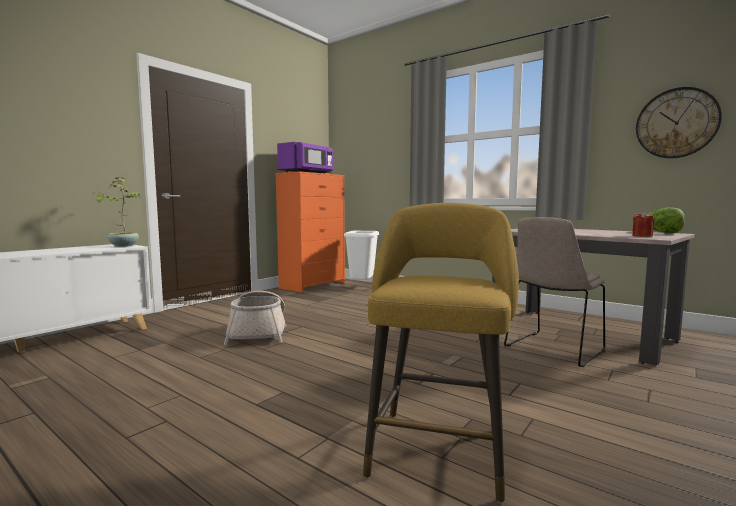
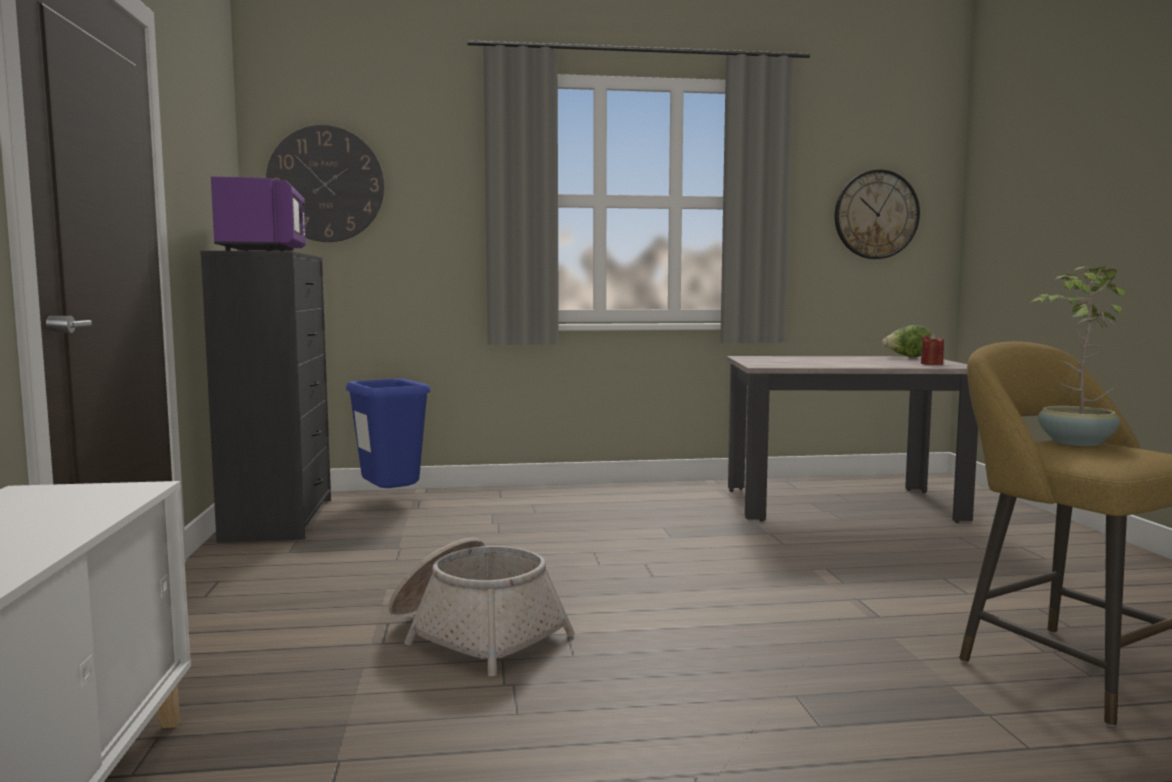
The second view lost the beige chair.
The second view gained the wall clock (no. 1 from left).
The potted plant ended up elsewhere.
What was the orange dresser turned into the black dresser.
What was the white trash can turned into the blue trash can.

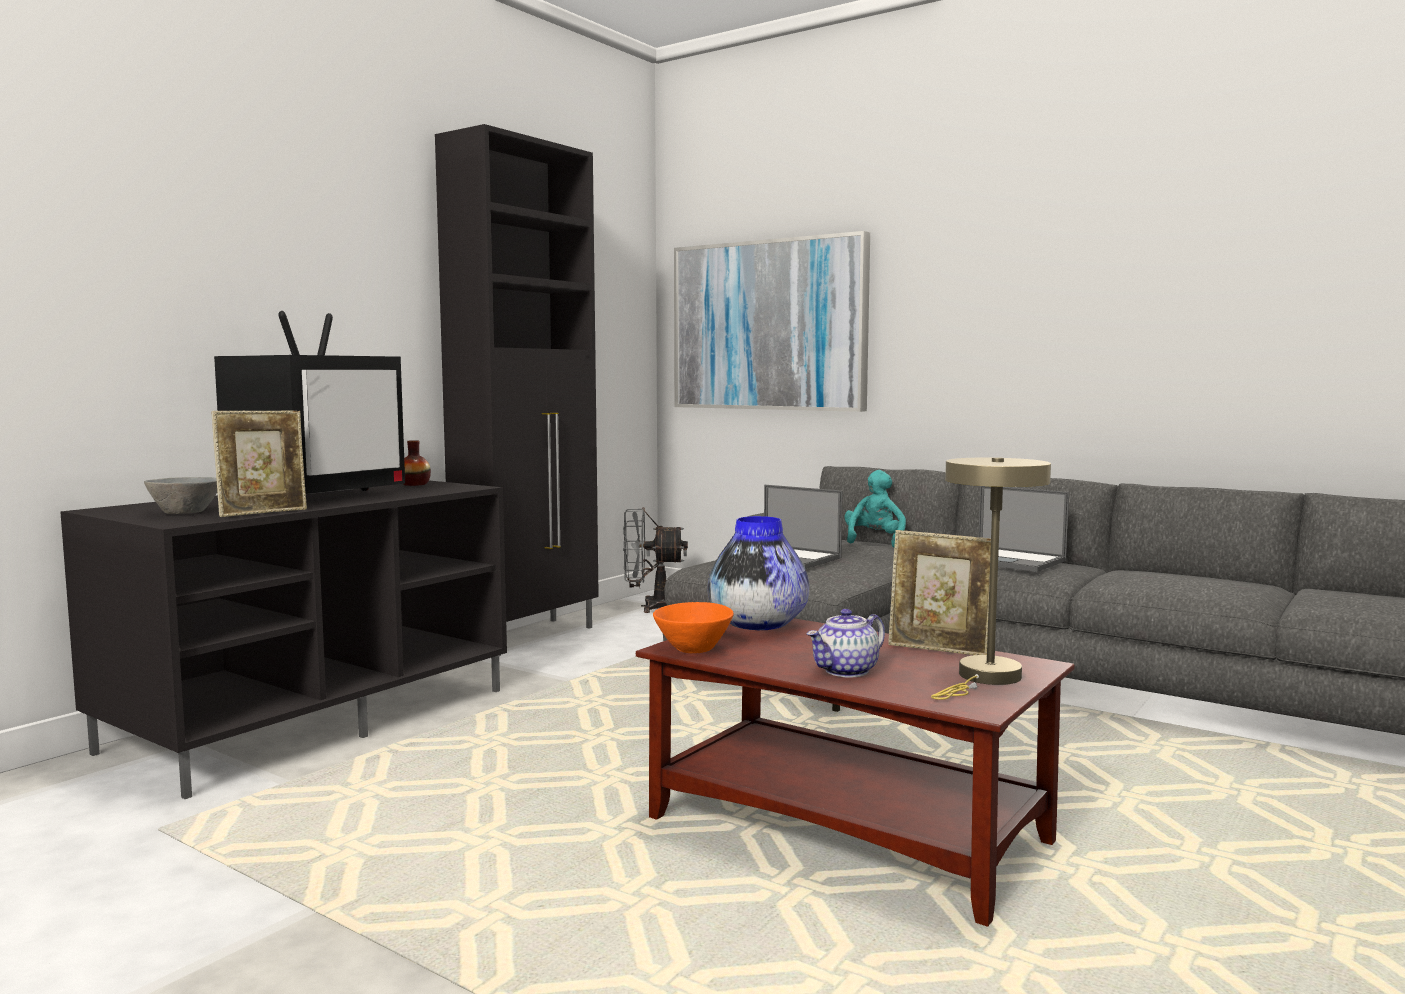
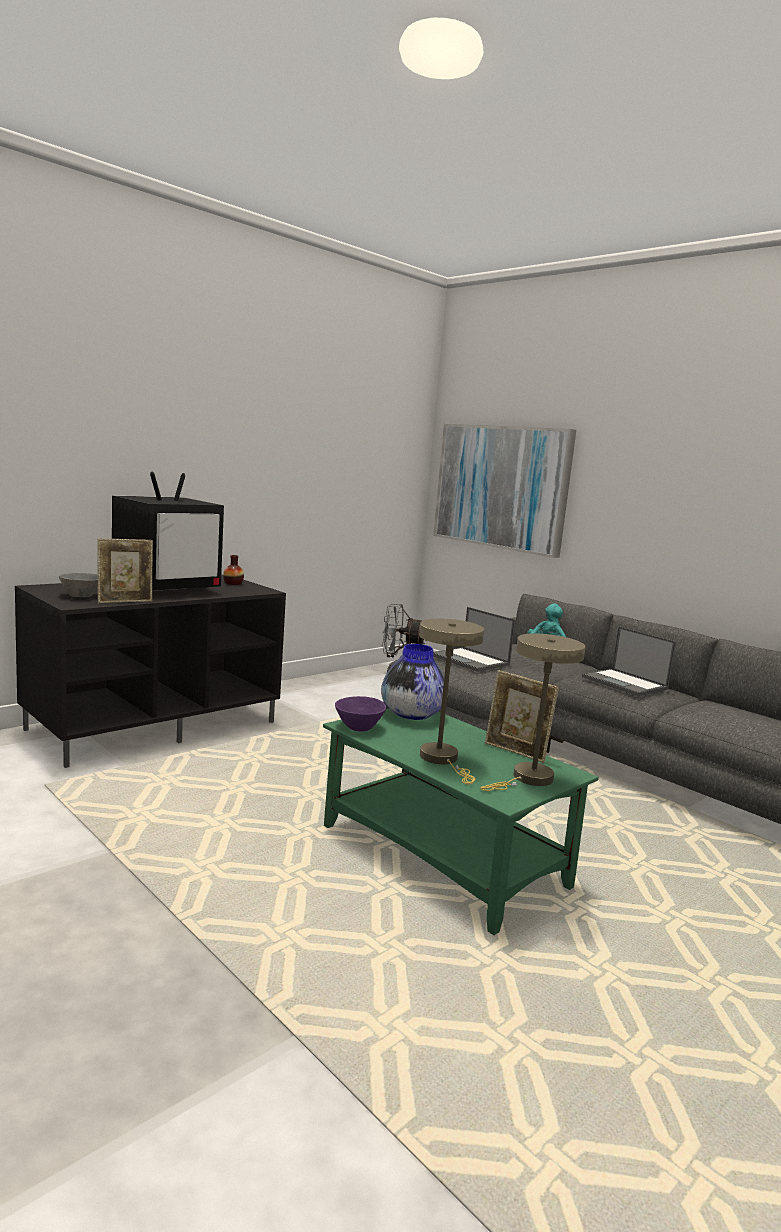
The second view lost the black cabinet.
Where the teapot stood, the beige table lamp (no. 1 from left) came to stand.
What was the brown coffee table turned into the green coffee table.
What was the orange bowl turned into the purple bowl.

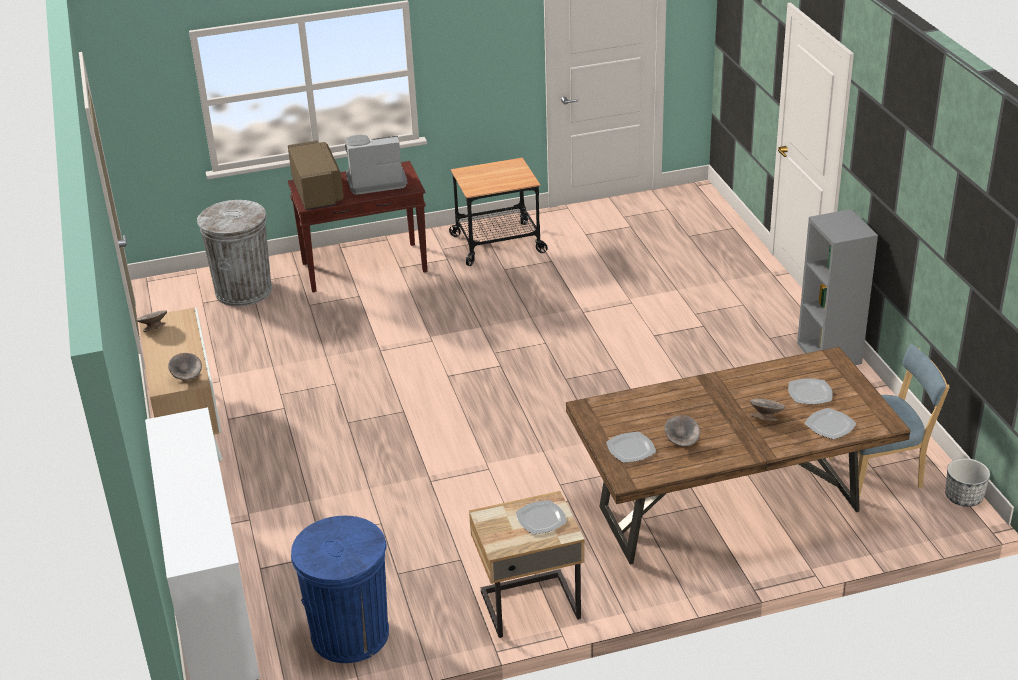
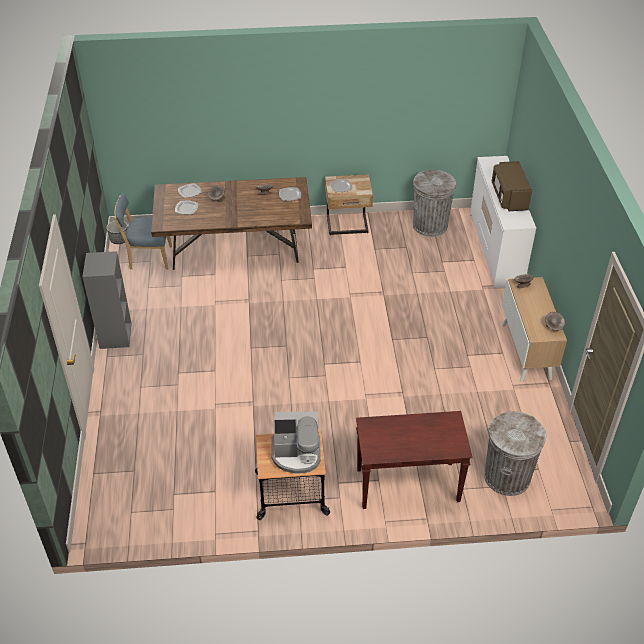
The brown microwave ended up elsewhere.
The coffee machine ended up elsewhere.
What was the blue trash can turned into the grey trash can (no. 1 from left).

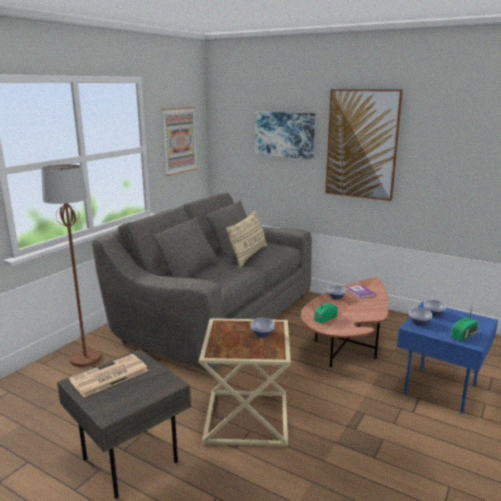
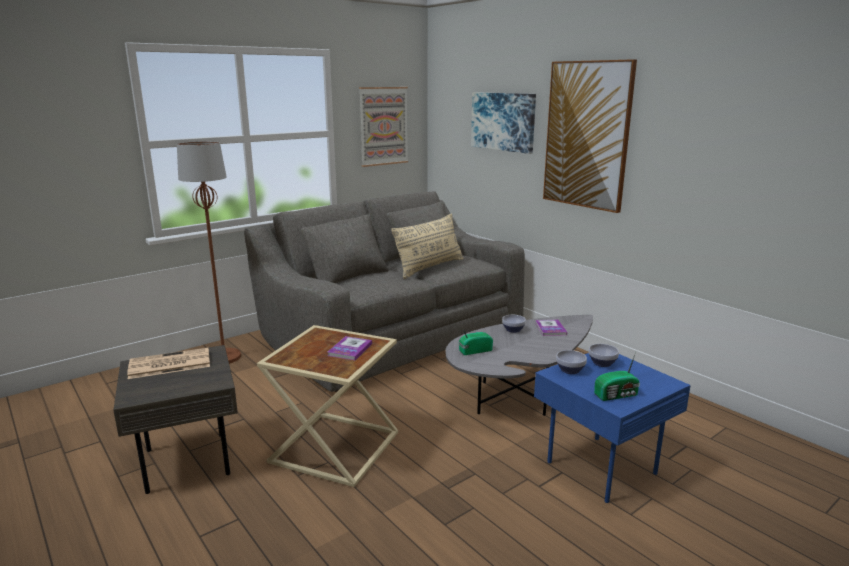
Where the bowl (no. 1 from left) stood, the book (no. 1 from left) came to stand.
What was the brown coffee table turned into the grey coffee table.

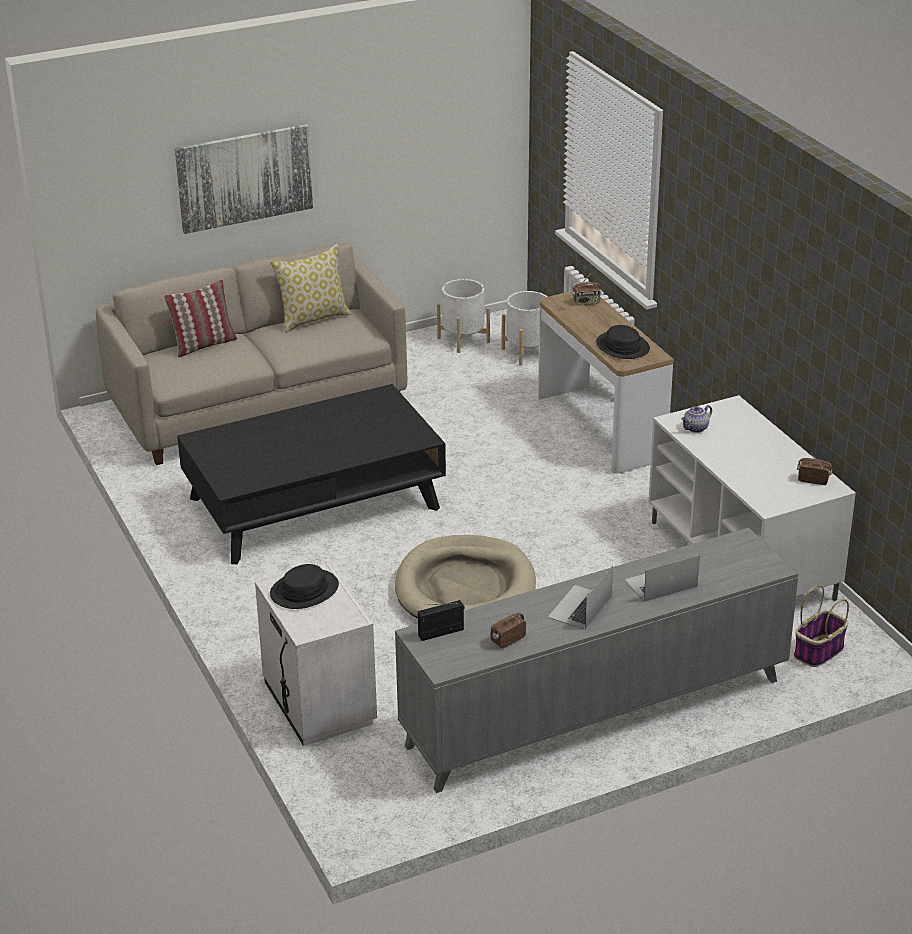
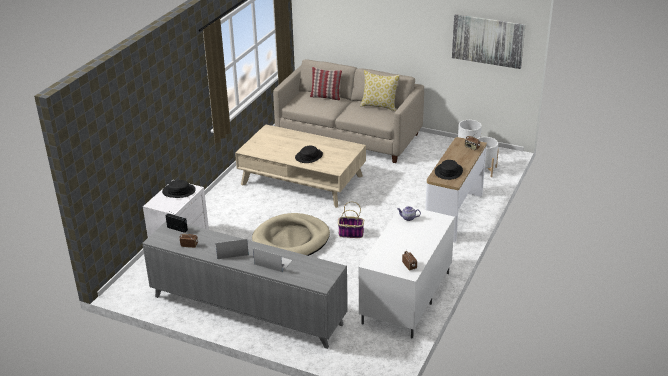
The second view gained the black hat (no. 2 from left).
The picture ended up elsewhere.
The basket ended up elsewhere.
What was the black coffee table turned into the beige coffee table.

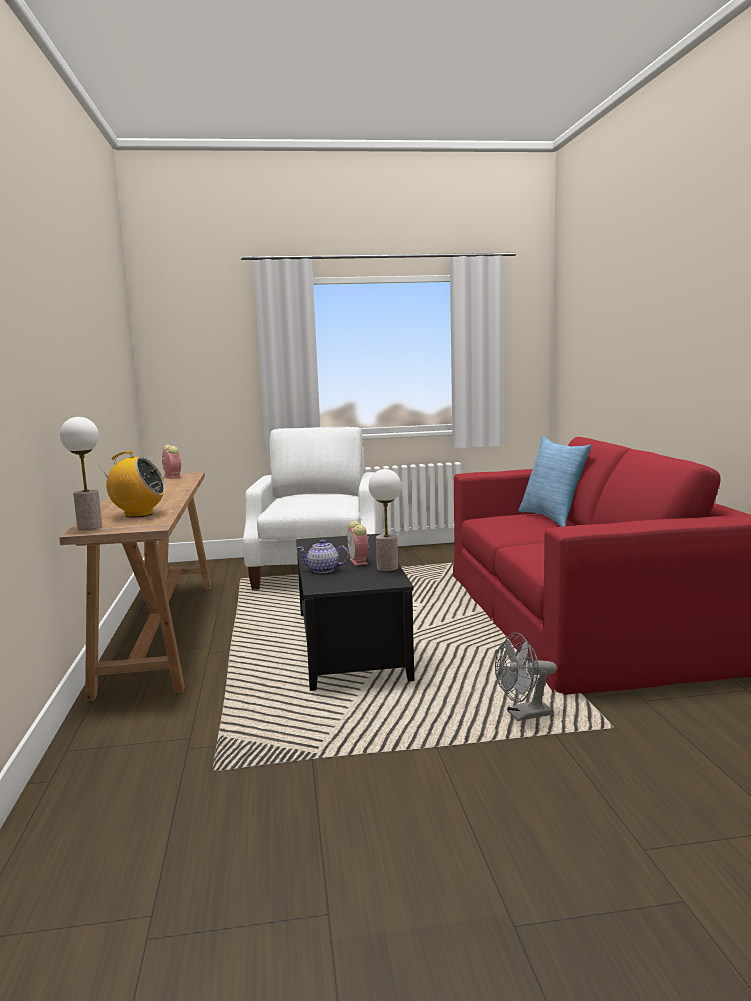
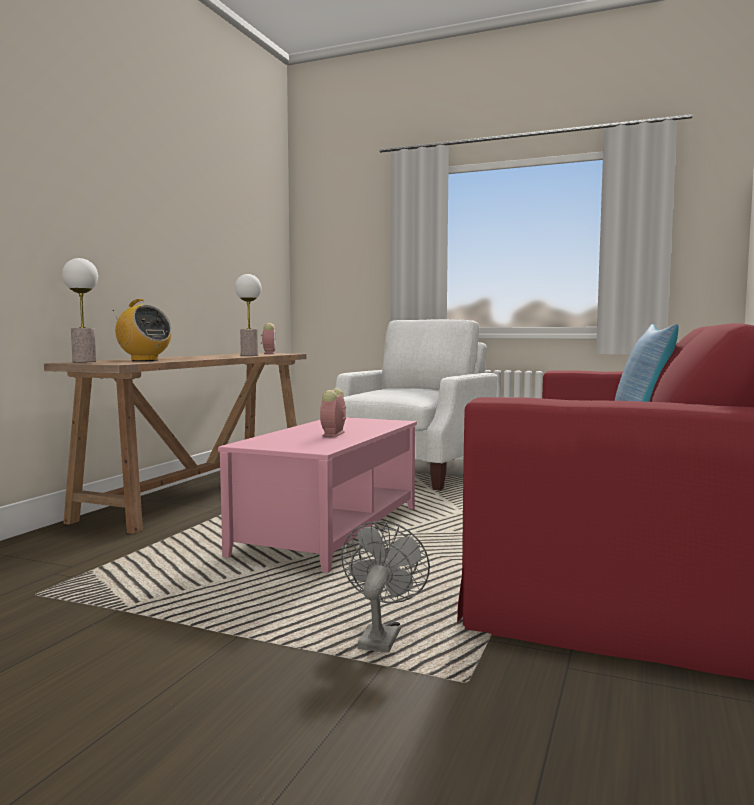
The second view lost the teapot.
The table lamp (no. 2 from left) ended up elsewhere.
What was the black coffee table turned into the pink coffee table.
The grey fan ended up facing another way, 90 degrees clockwise from before.

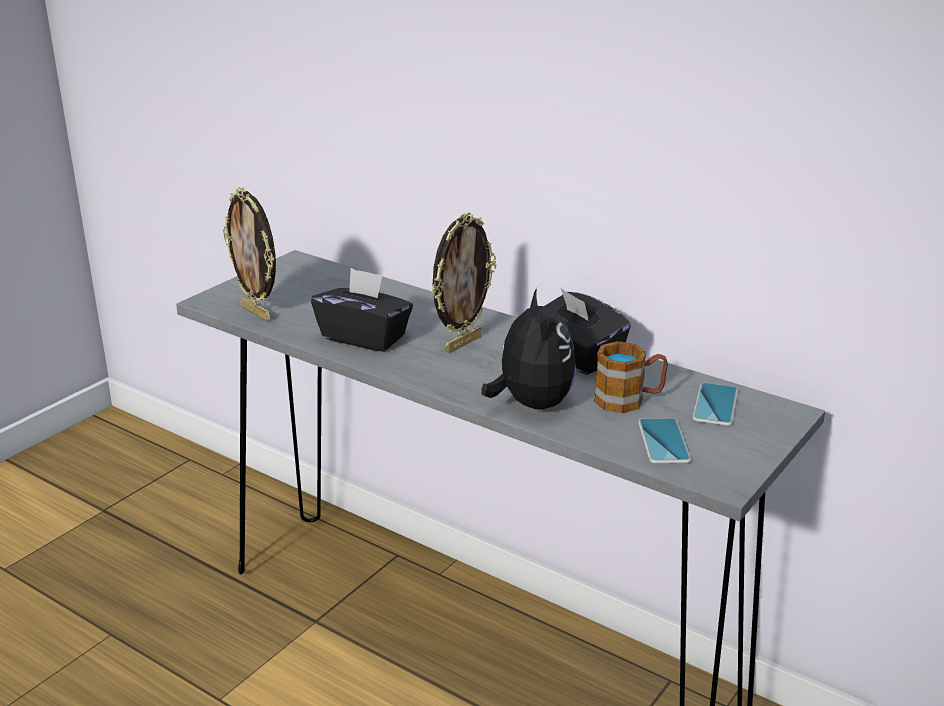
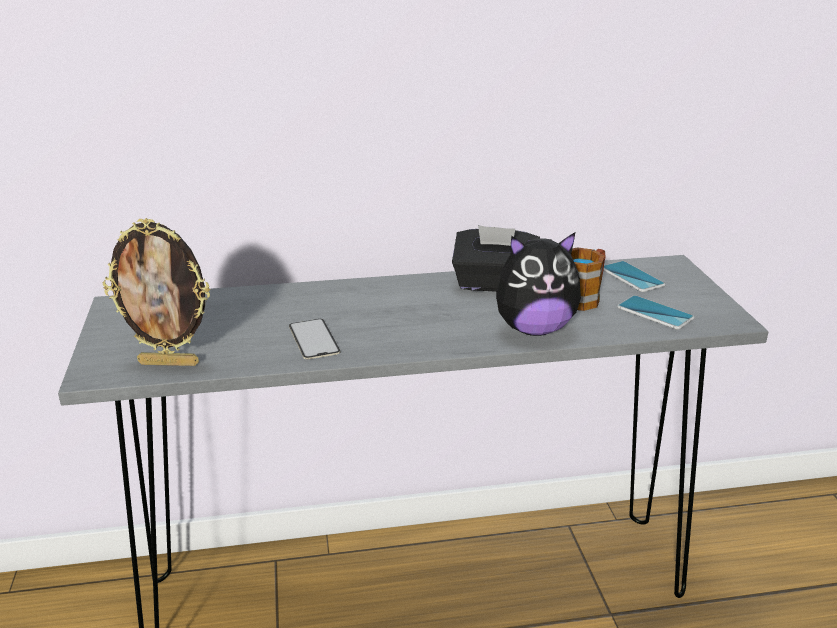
The second view lost the picture frame (no. 2 from left).
Where the black tissue box (no. 1 from left) stood, the phone (no. 1 from left) came to stand.
The plush toy ended up facing another way, 135 degrees clockwise from before.

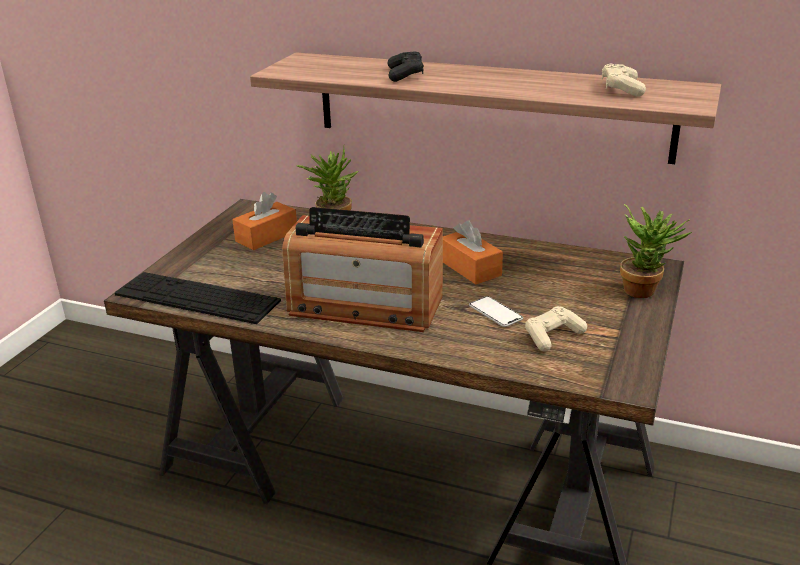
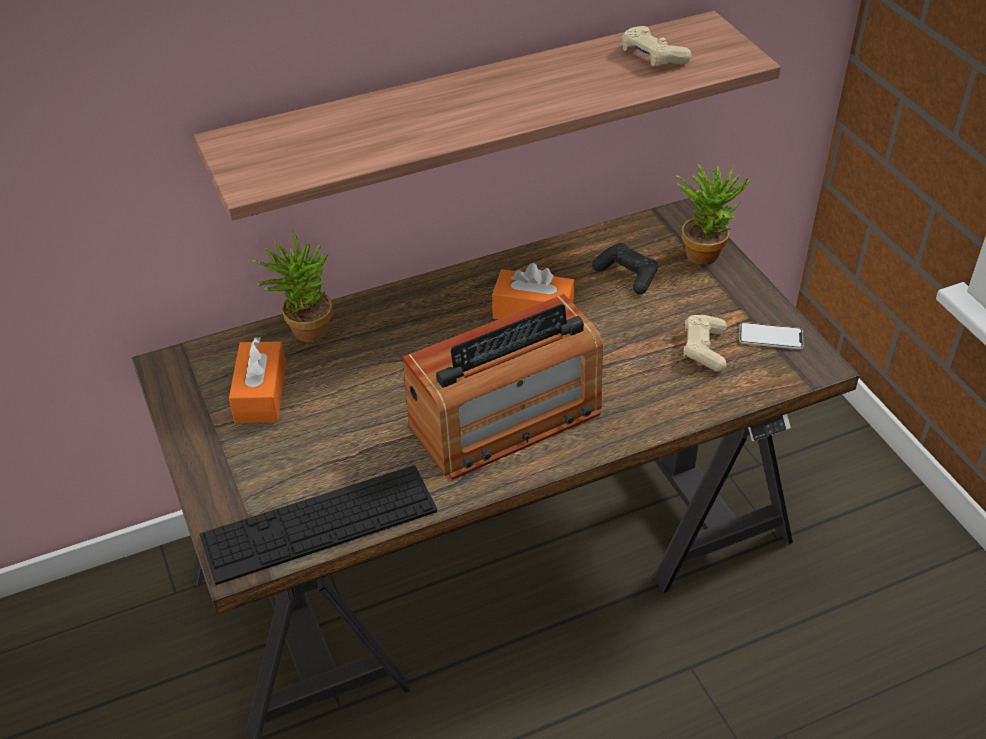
The black game controller ended up elsewhere.
The phone ended up elsewhere.

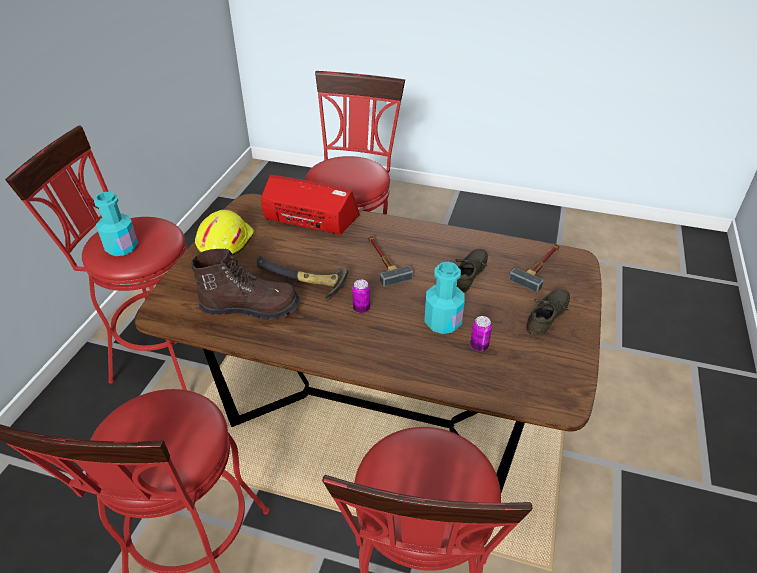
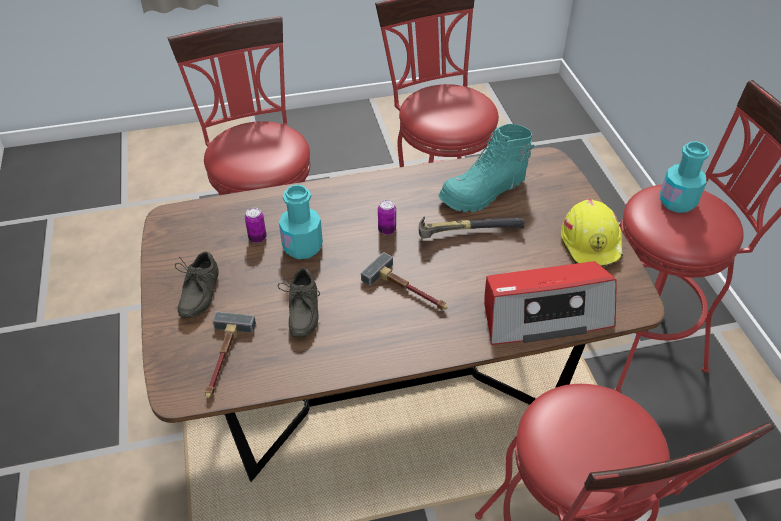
What was the brown boot turned into the turquoise boot.

